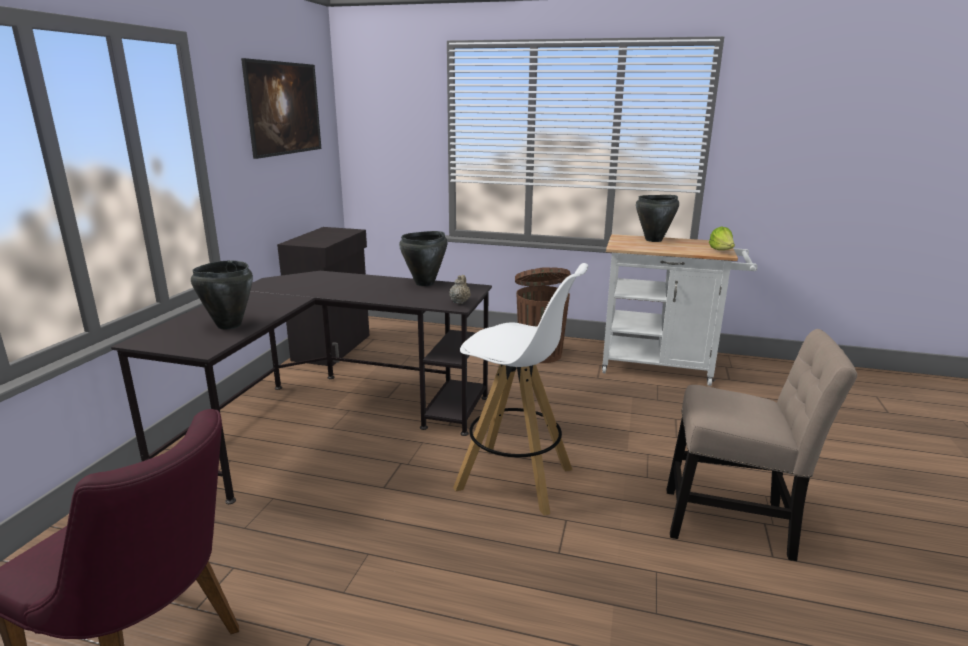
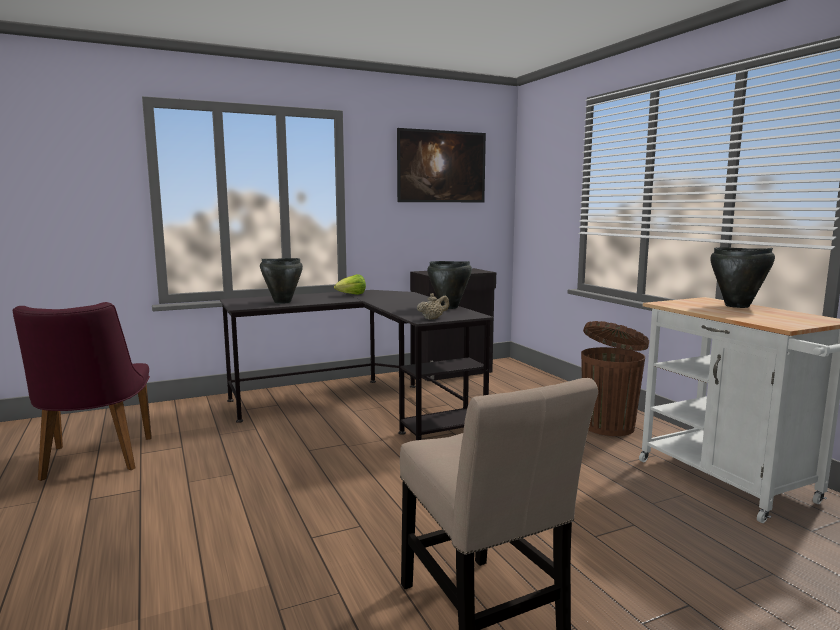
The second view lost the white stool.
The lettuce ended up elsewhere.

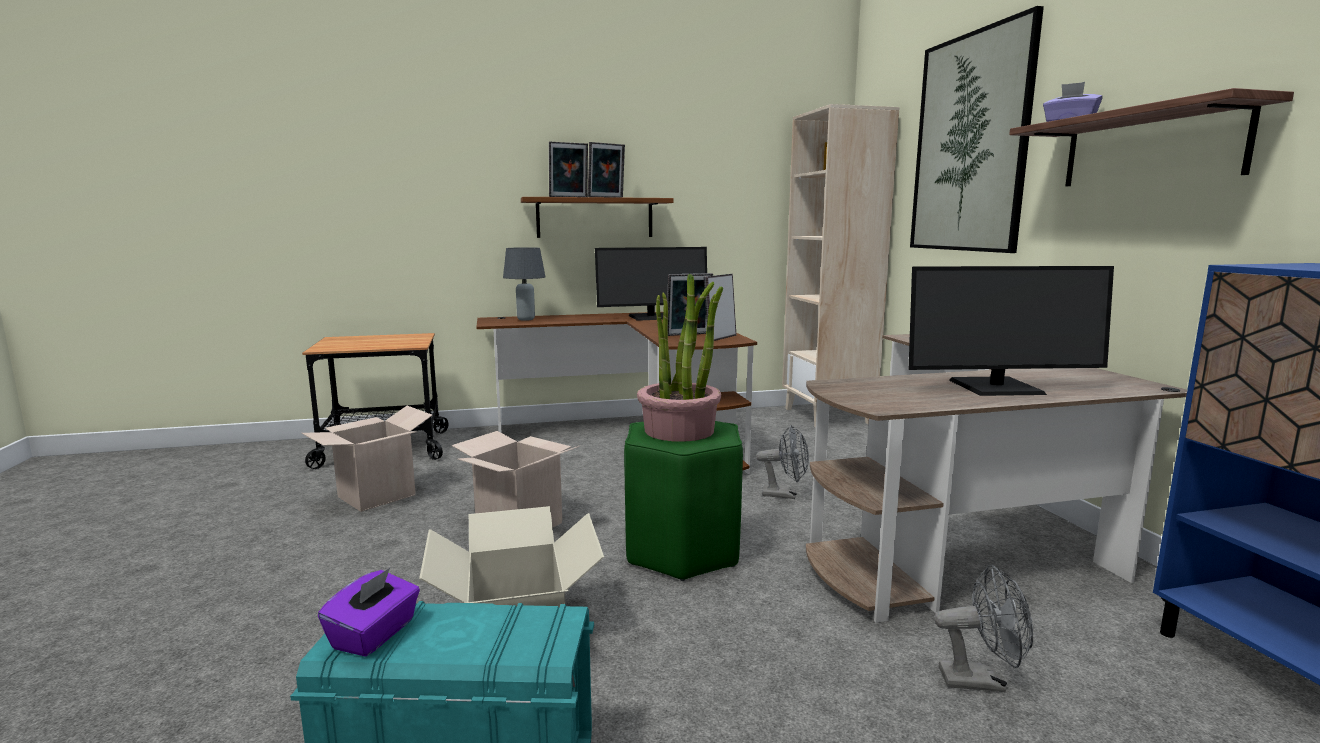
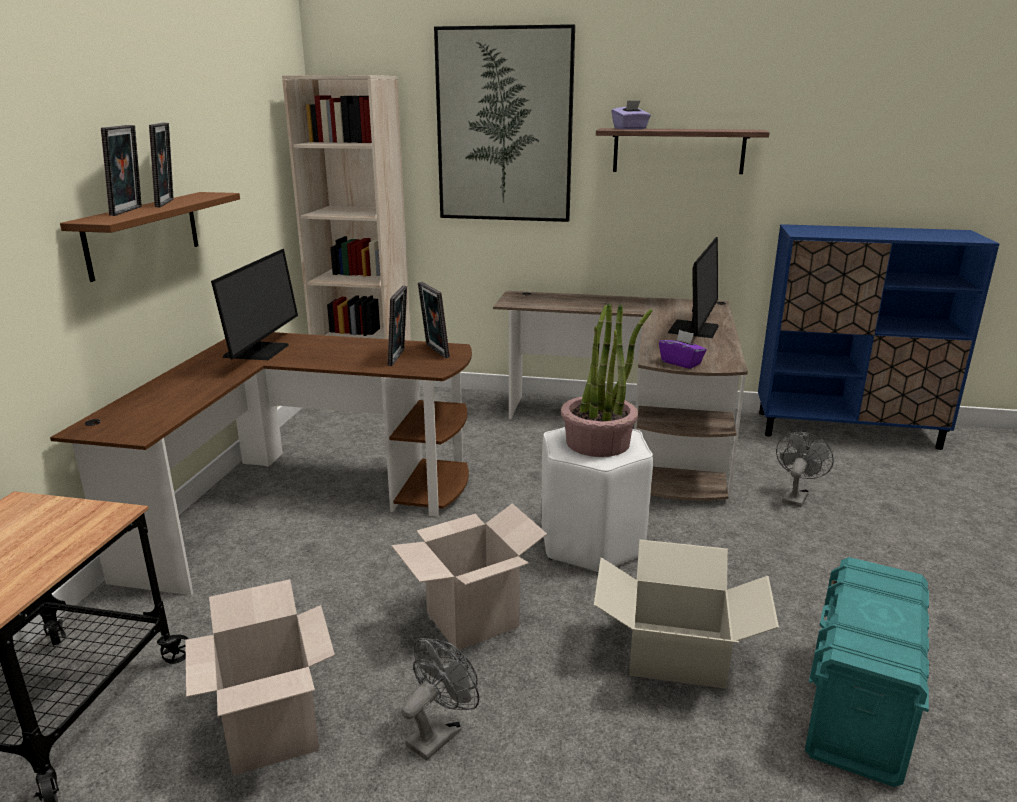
The second view lost the grey table lamp.
The purple tissue box (no. 1 from left in the first image) ended up elsewhere.
The grey fan (no. 1 from left) ended up elsewhere.
What was the green stool turned into the white stool.

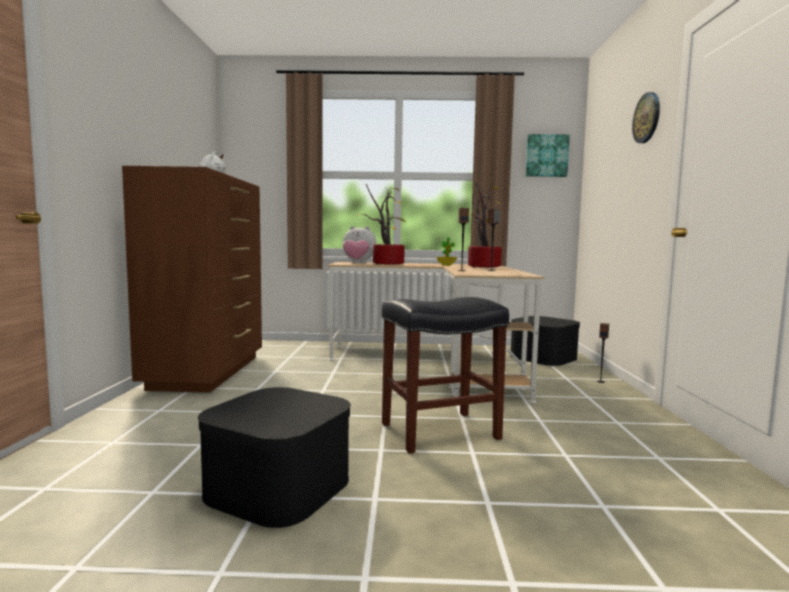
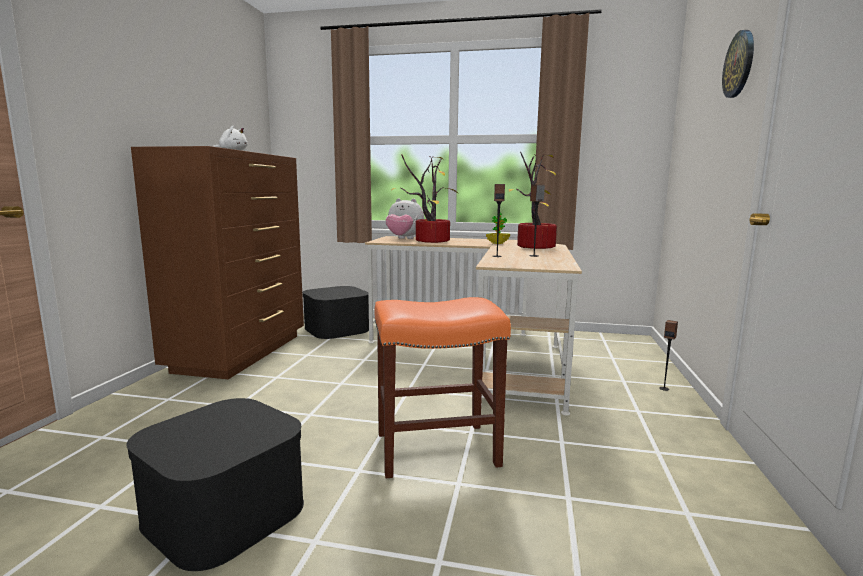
The second view lost the picture.
The black storage box (no. 2 from left) ended up elsewhere.
What was the black stool turned into the orange stool.

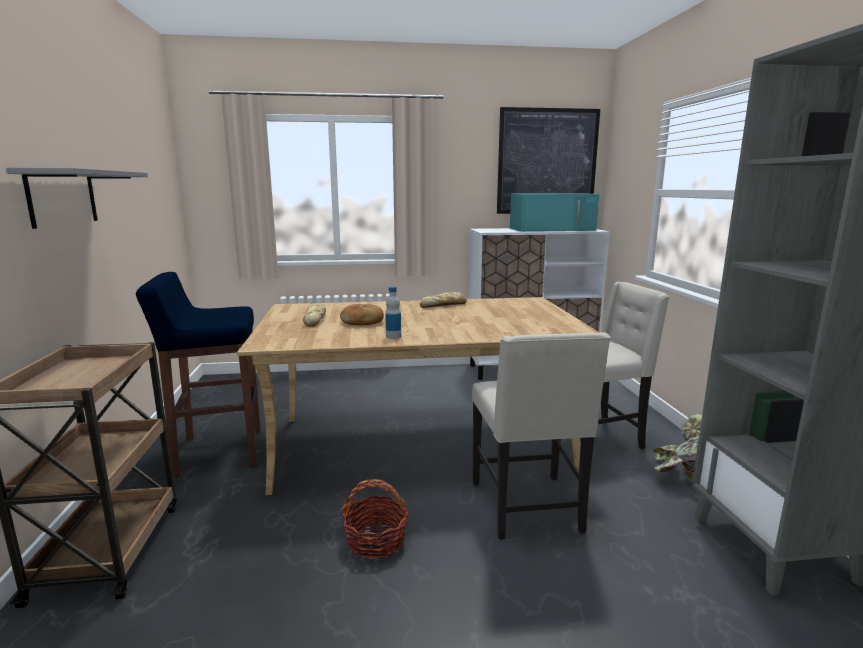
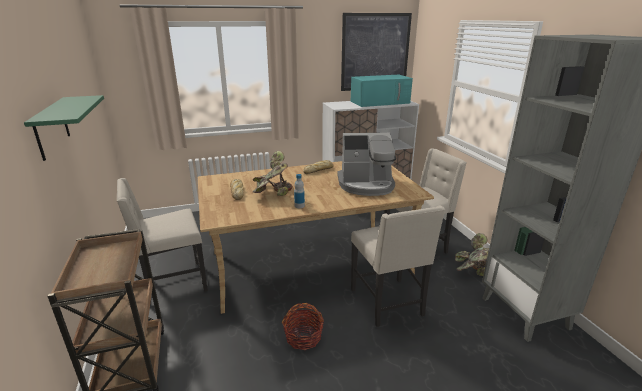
The second view gained the coffee machine.
Where the blue stool stood, the beige chair (no. 1 from left) came to stand.
Where the bread (no. 2 from left) stood, the potted plant (no. 1 from left) came to stand.
What was the grey shelf turned into the green shelf.

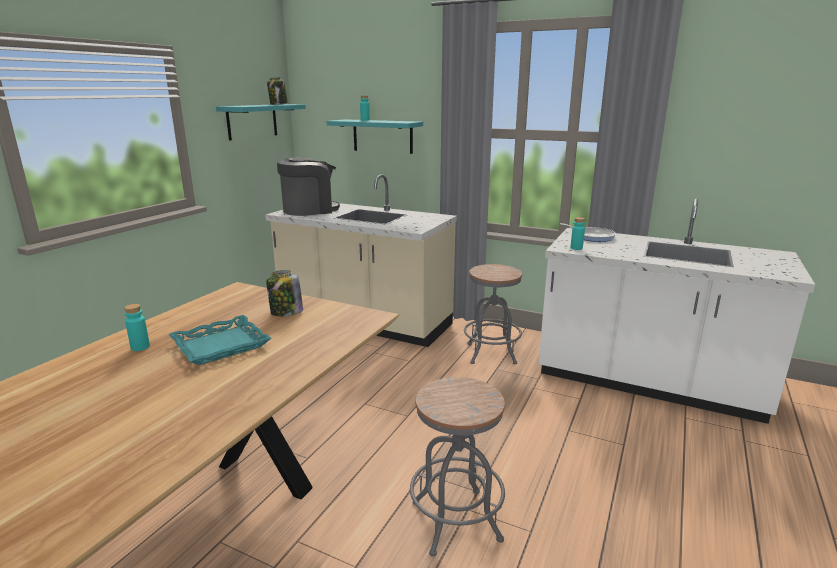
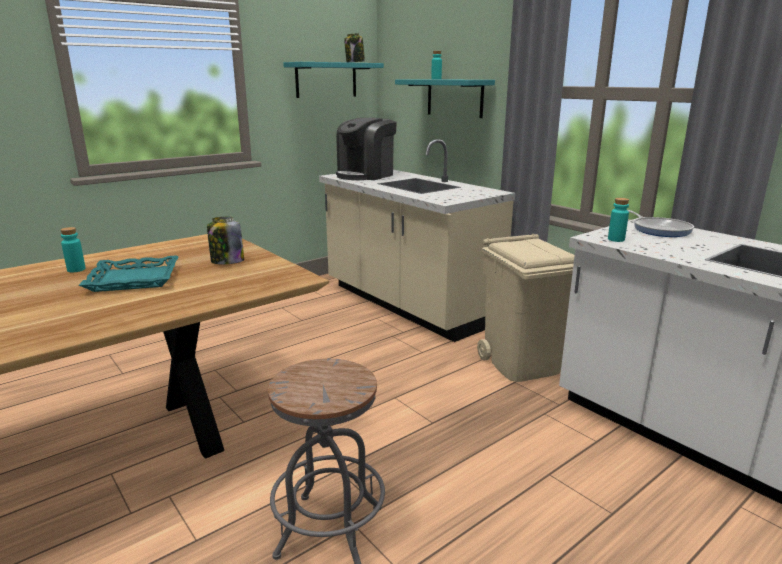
Where the grey stool (no. 2 from left) stood, the beige trash can came to stand.
The coffee machine ended up facing another way, 135 degrees clockwise from before.

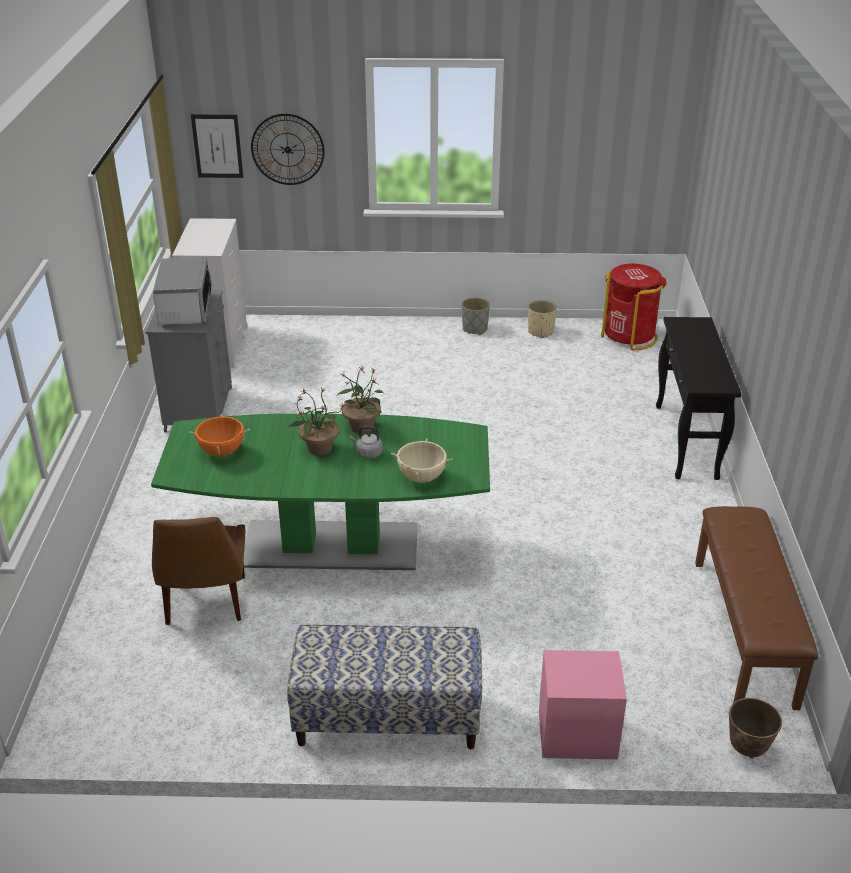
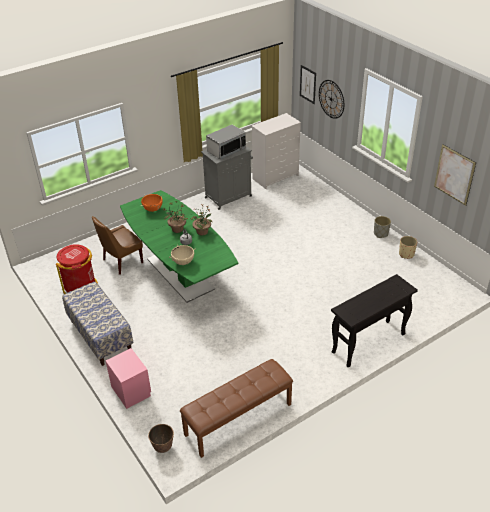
The second view gained the picture (no. 2 from left).
The red trash can ended up elsewhere.

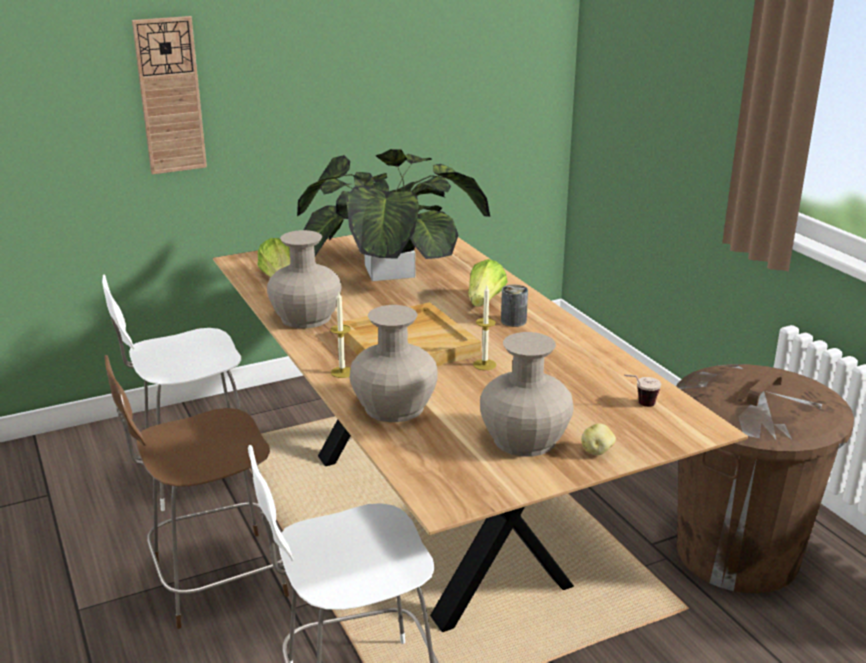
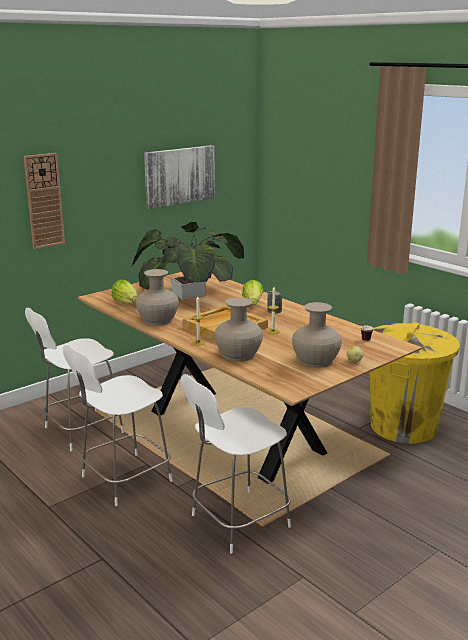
The second view gained the picture.
What was the brown chair turned into the white chair (no. 2 from left).
What was the brown trash can turned into the yellow trash can.

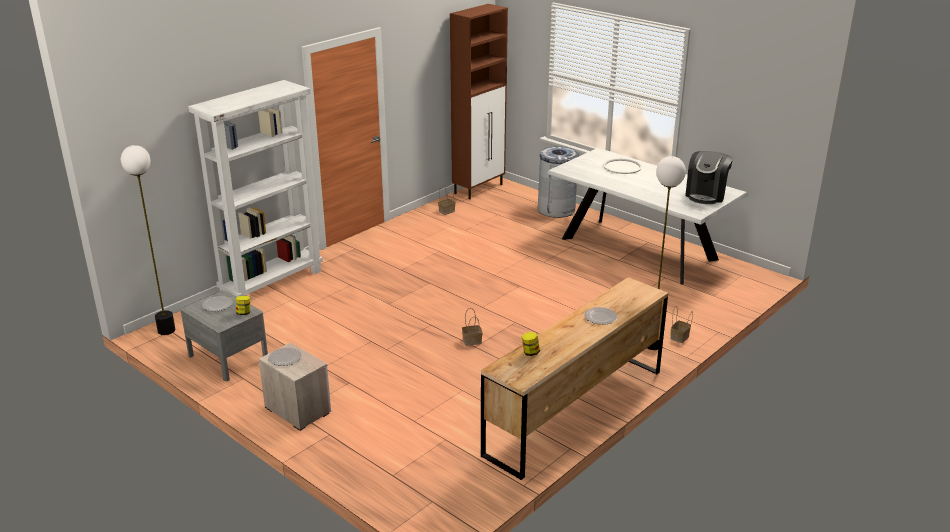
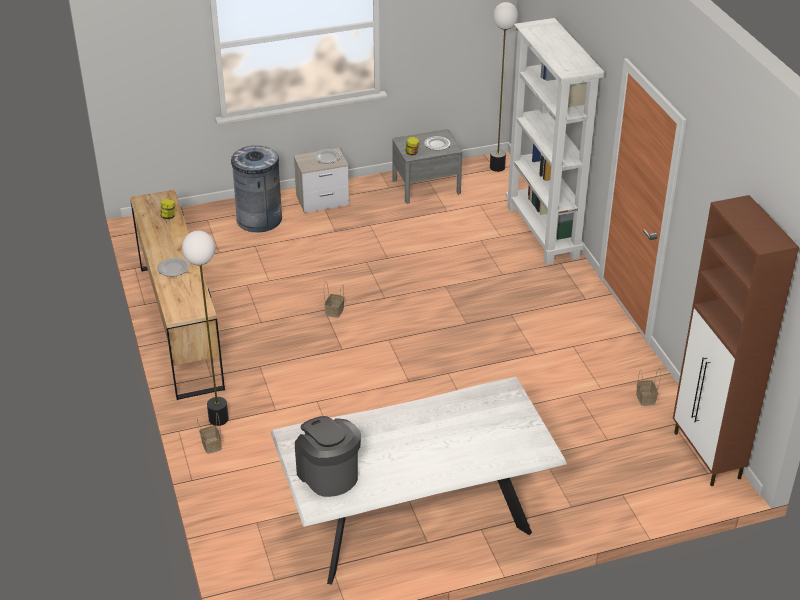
The second view lost the white tray.
The grey trash can ended up elsewhere.

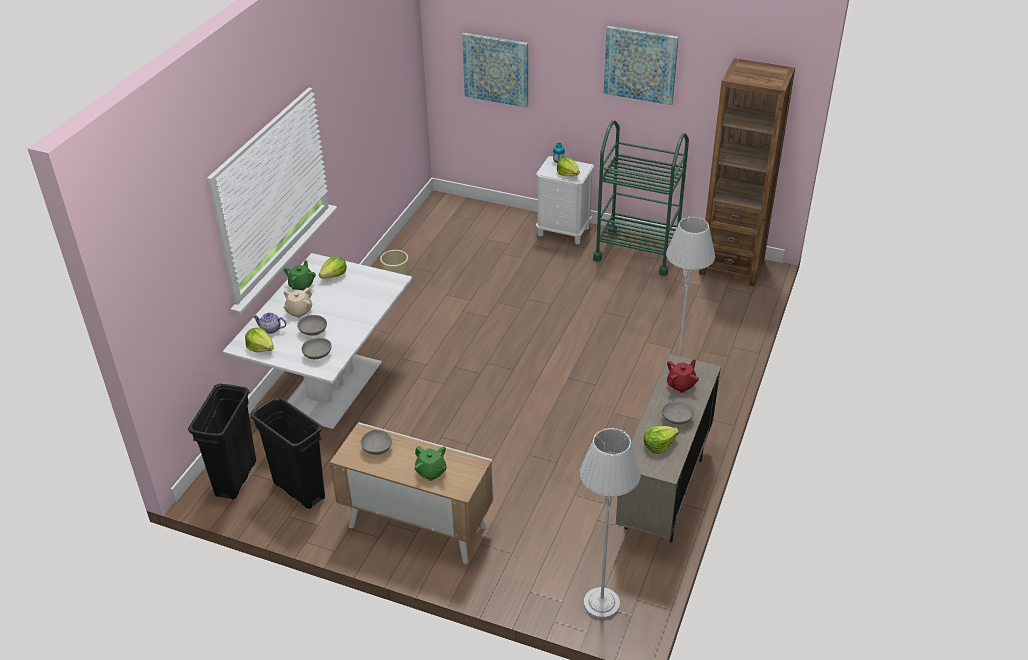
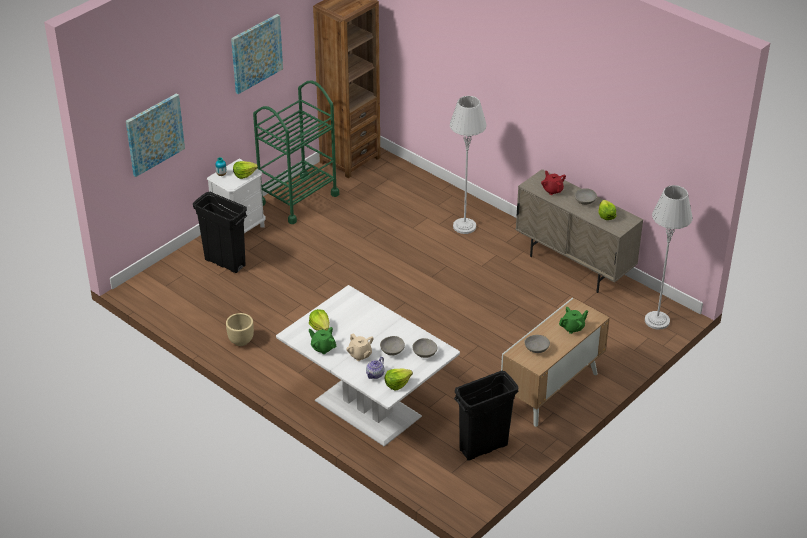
The black trash can (no. 1 from left) ended up elsewhere.

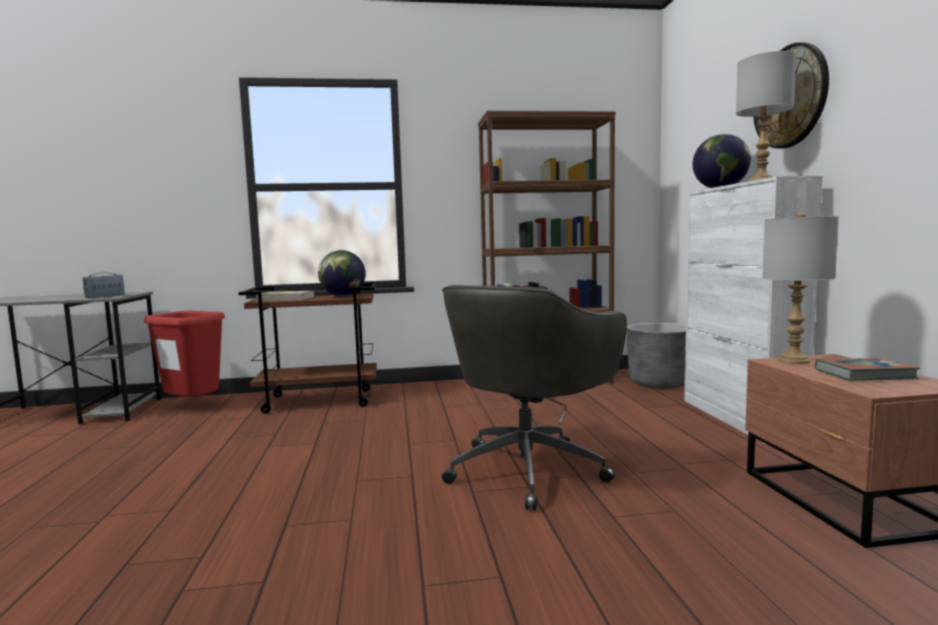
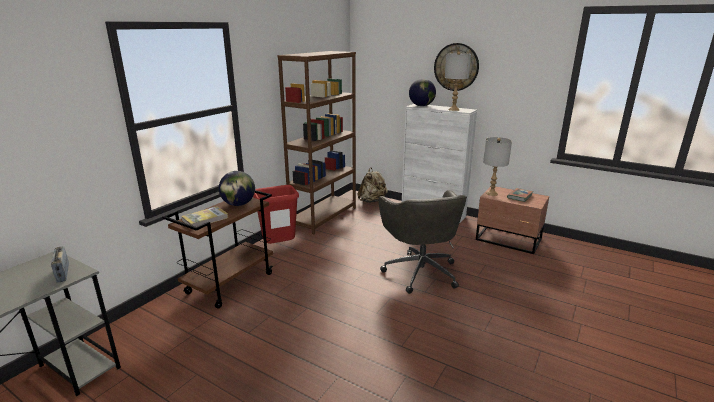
The red trash can ended up elsewhere.
Where the grey planter stood, the beige backpack came to stand.

